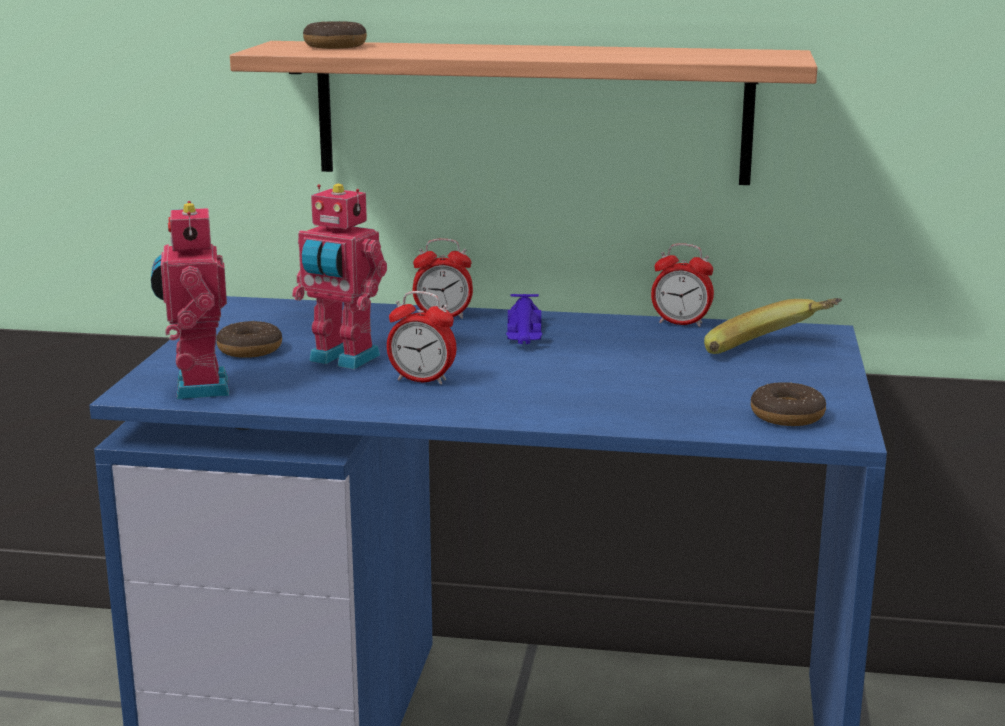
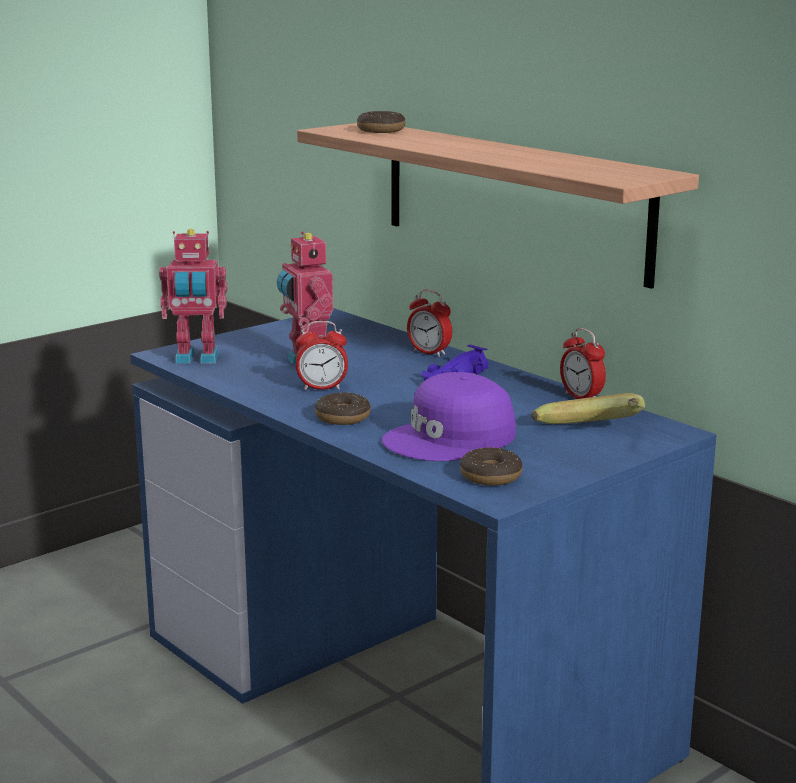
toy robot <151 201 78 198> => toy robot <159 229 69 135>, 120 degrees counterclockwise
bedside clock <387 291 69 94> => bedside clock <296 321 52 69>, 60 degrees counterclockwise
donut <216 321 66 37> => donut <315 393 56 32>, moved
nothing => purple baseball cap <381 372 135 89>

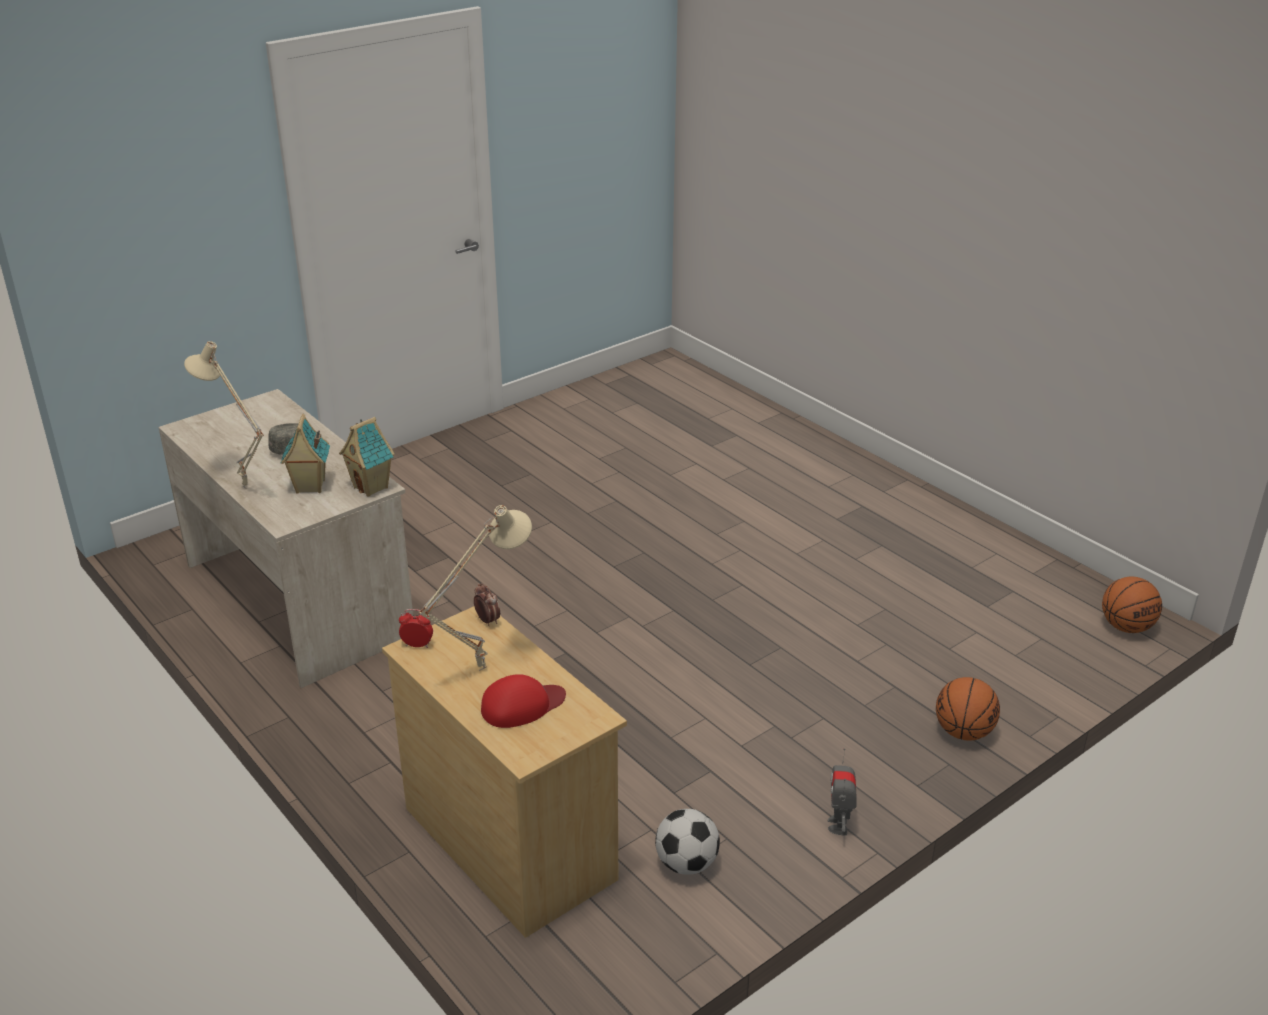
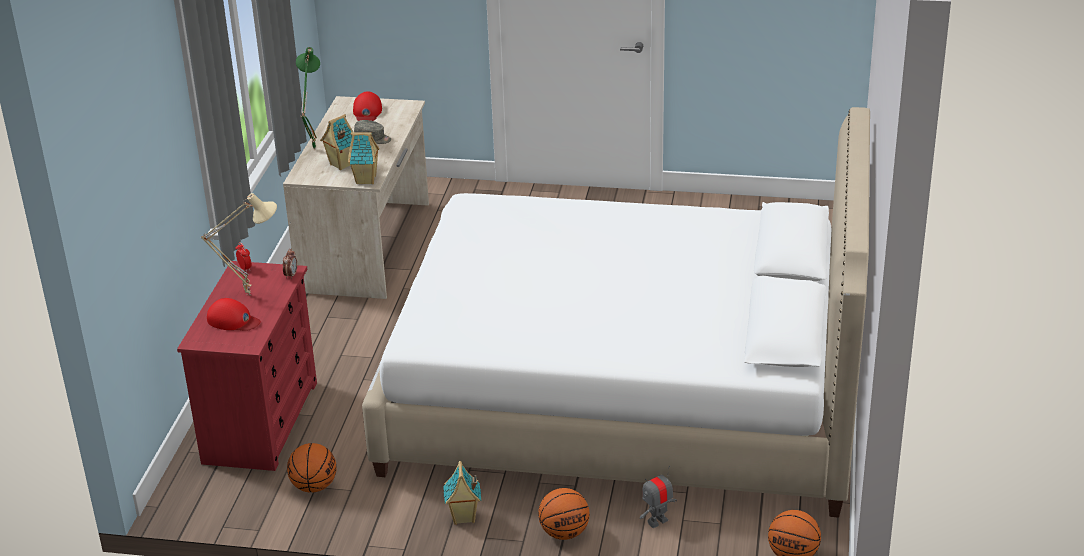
sand-coloured drawer chest <382 606 245 332> => reddish drawer chest <177 261 140 210>
football <655 809 65 66> => basketball <287 443 49 49>
sand-coloured lamp for a table <184 341 80 148> => greenish lamp for a table <296 47 24 104>
nothing => reddish baseball cap <353 92 29 29>
nothing => white-coloured bedroom bed <362 107 508 411>
nothing => model house <443 461 38 64>
toy robot <828 749 29 87> => toy robot <640 466 37 62>, moved

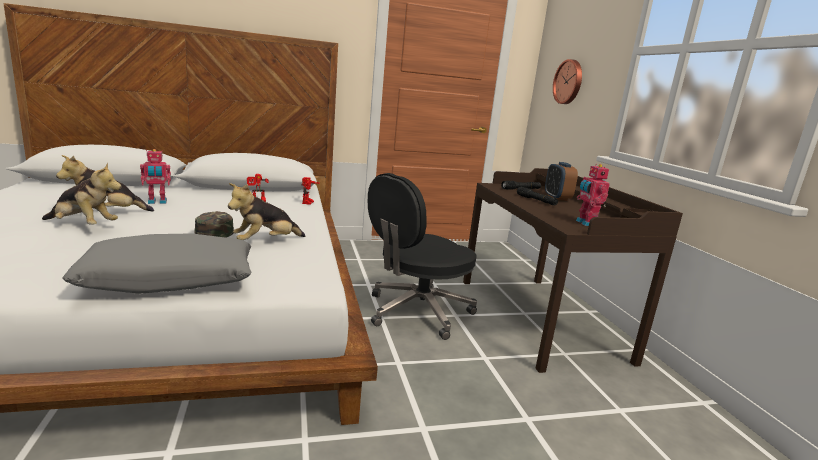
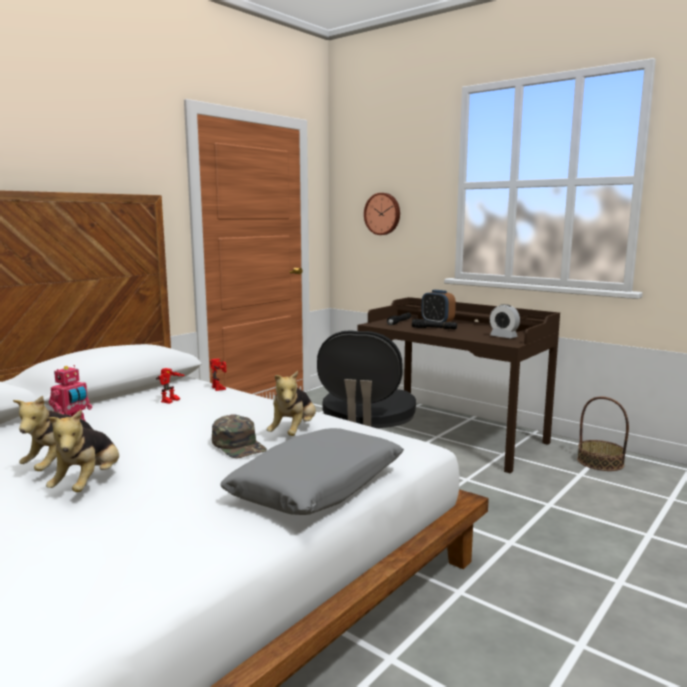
plush toy <42 163 80 62> => plush toy <46 410 73 82>, 120 degrees clockwise
toy robot <576 164 34 62> => bedside clock <490 304 30 34>
nothing => household basket <577 396 52 75>

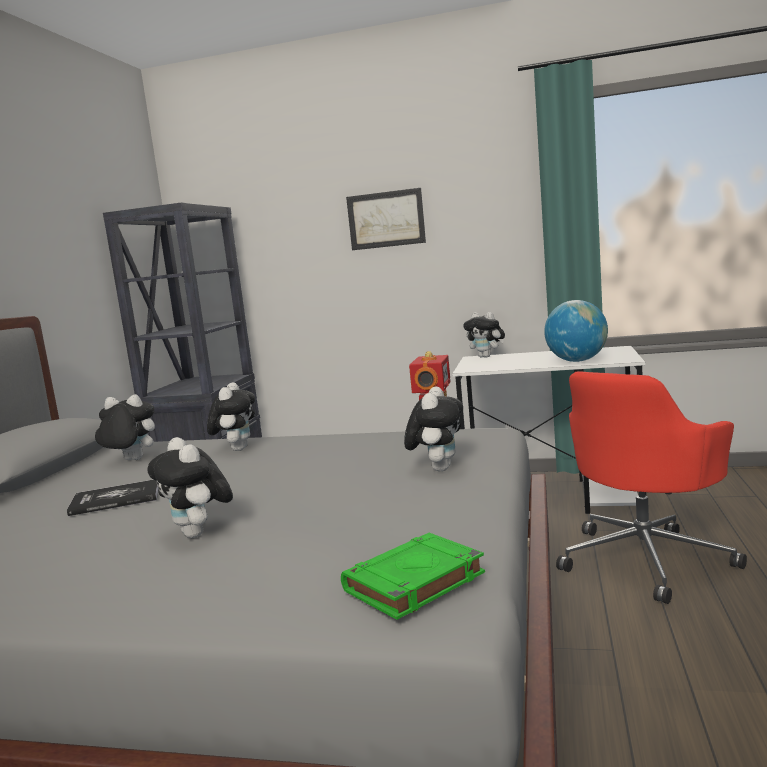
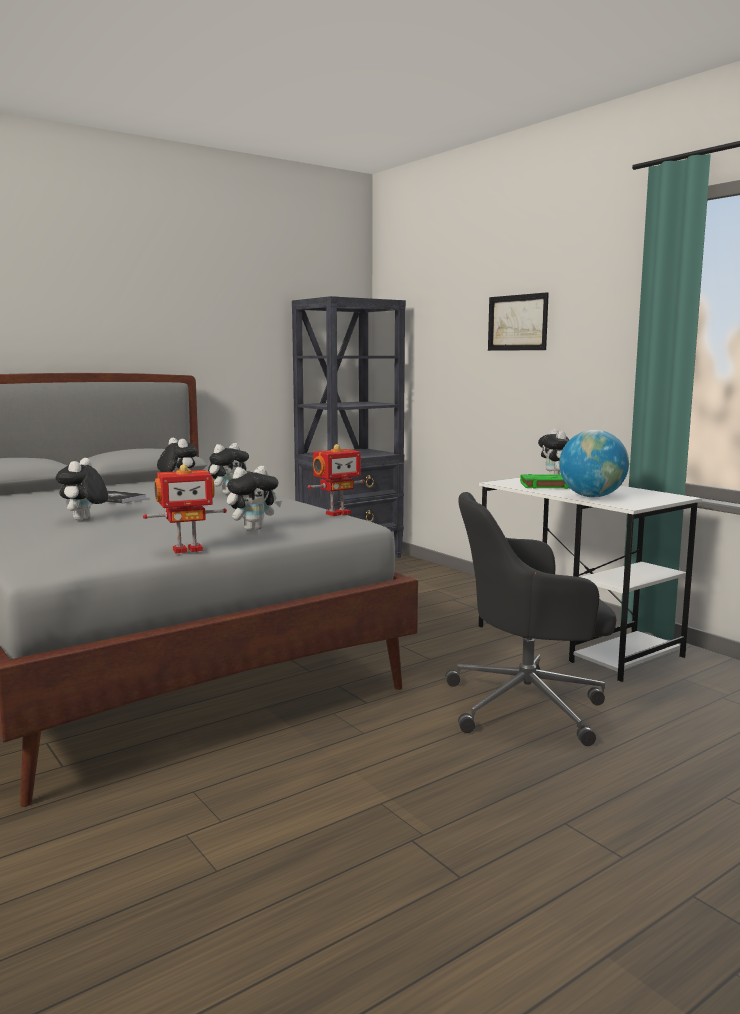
nothing => toy robot <143 464 84 89>
reddish office chair <556 371 191 233> => black-coloured office chair <446 492 171 254>
greenish book <341 533 144 87> => greenish book <520 474 49 15>, moved

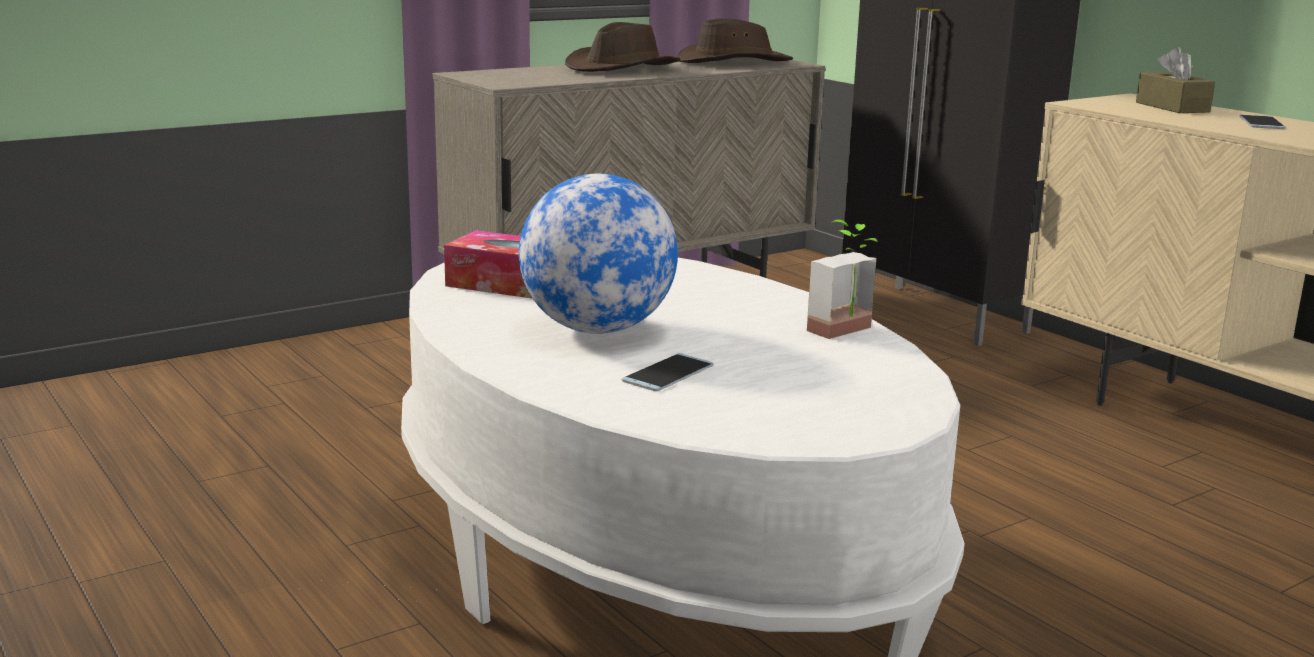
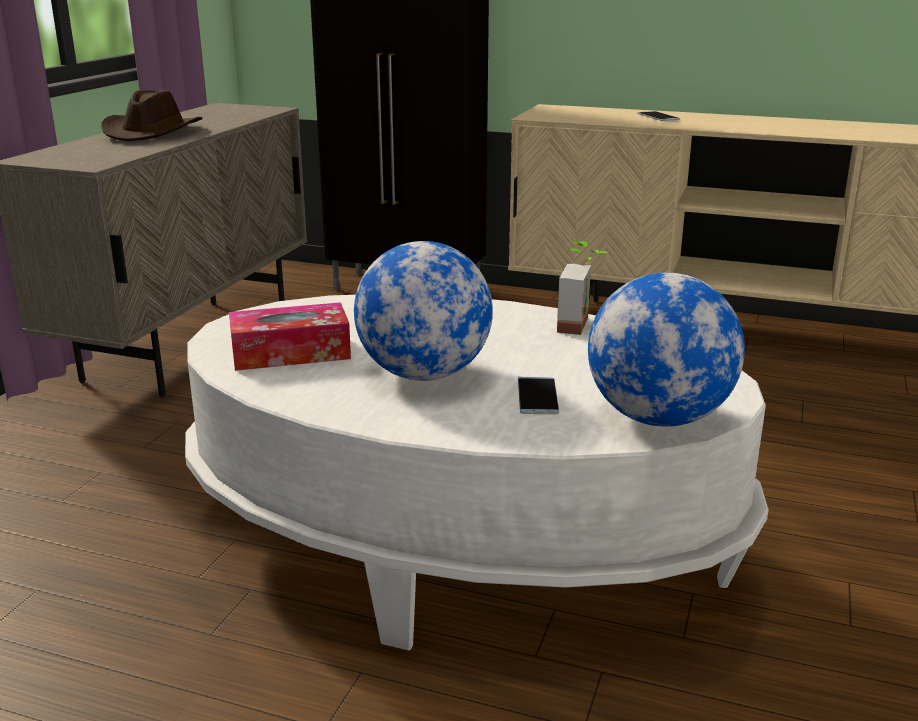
nothing => world globe <588 272 157 155>
brownish clothing hat <677 18 116 45> => nothing
brownish tissue box <1136 47 79 66> => nothing

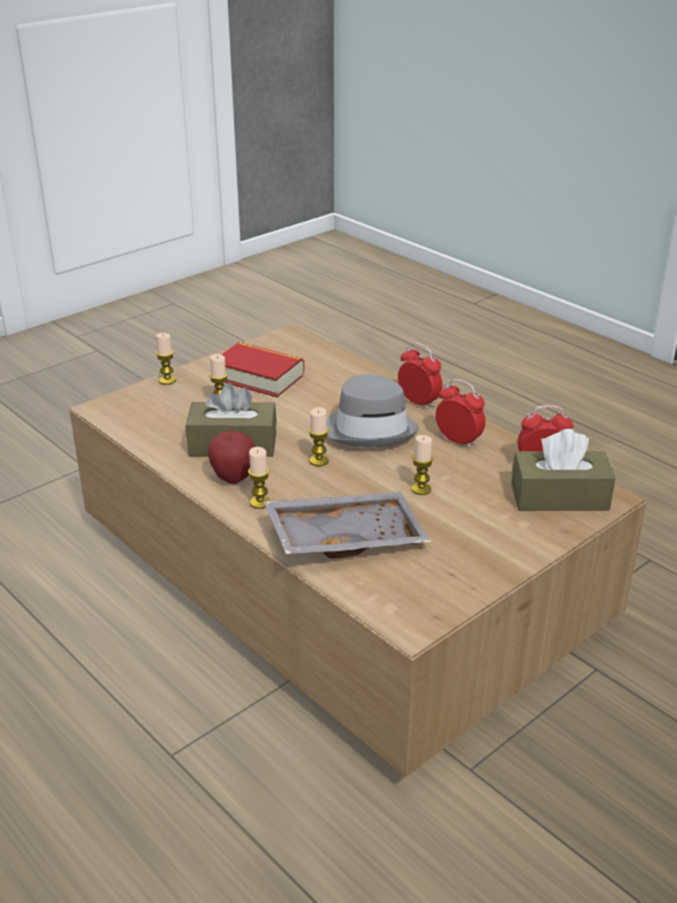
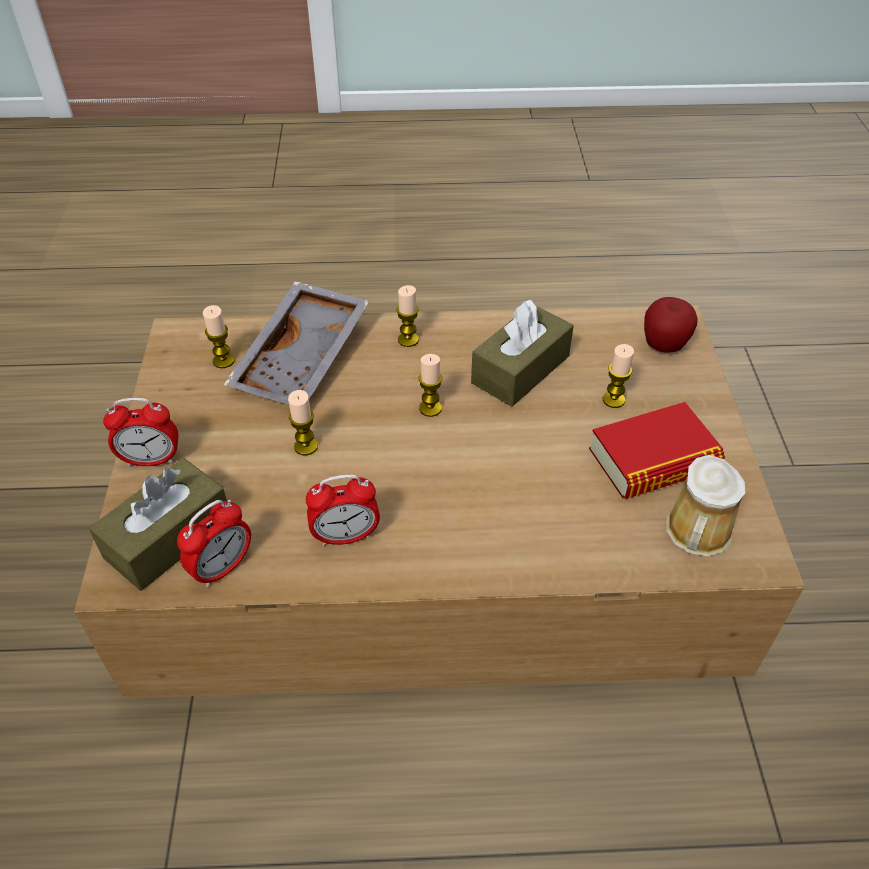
bedside clock <398 343 44 67> => bedside clock <103 398 75 69>, moved
wax light <156 333 20 52> => wax light <203 305 32 63>, moved
apple fruit <207 431 48 53> => apple fruit <644 297 54 56>, moved
nothing => coffee mug <666 455 79 101>
gray clothing hat <326 374 93 73> => nothing

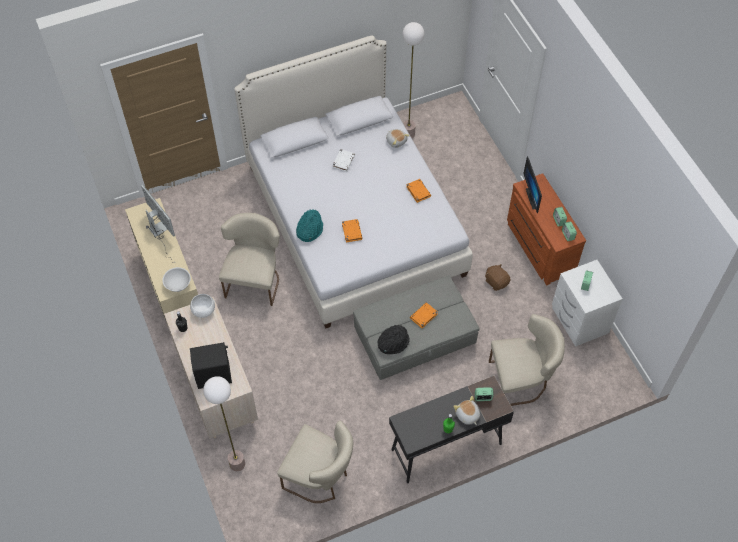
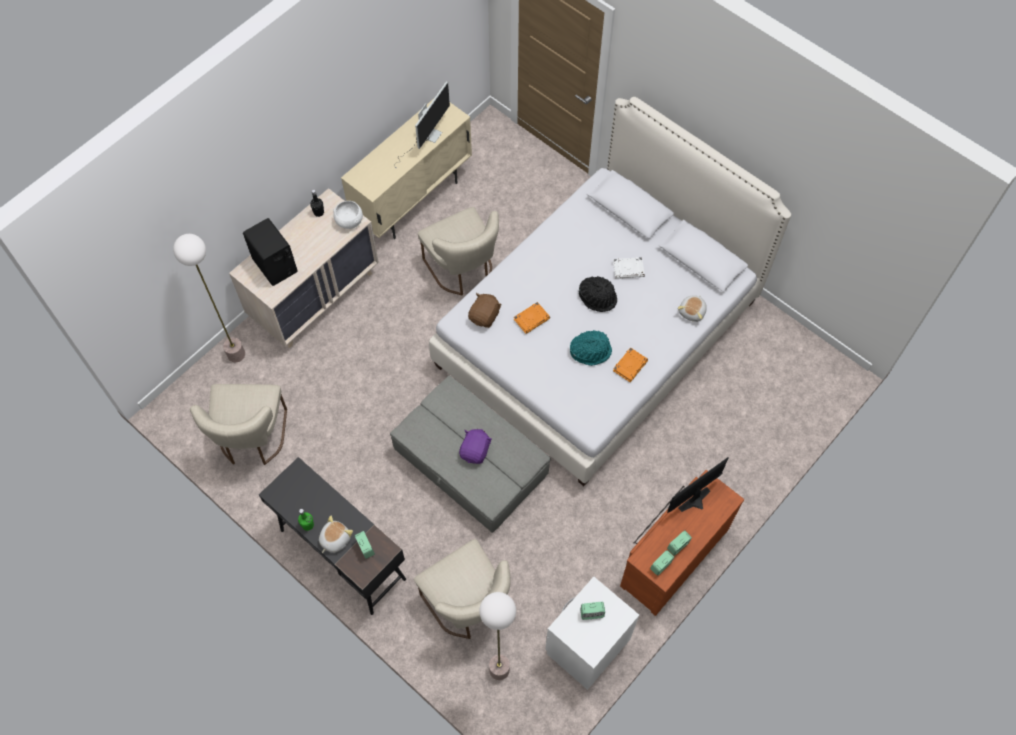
sand-coloured chair <219 213 61 93> => sand-coloured chair <418 207 81 89>, 75 degrees clockwise
orange book <410 302 28 26> => purple plush toy <459 429 33 35>
brownish plush toy <485 264 26 27> => brownish plush toy <468 293 34 35>, moved
floor lamp <402 22 22 116> => floor lamp <479 592 37 88>, moved
turquoise-coloured clothing hat <296 209 27 33> => turquoise-coloured clothing hat <570 331 42 35>, moved
black-coloured clothing hat <378 325 32 29> => black-coloured clothing hat <579 276 38 36>, moved
white-coloured bowl <162 267 29 25> => nothing

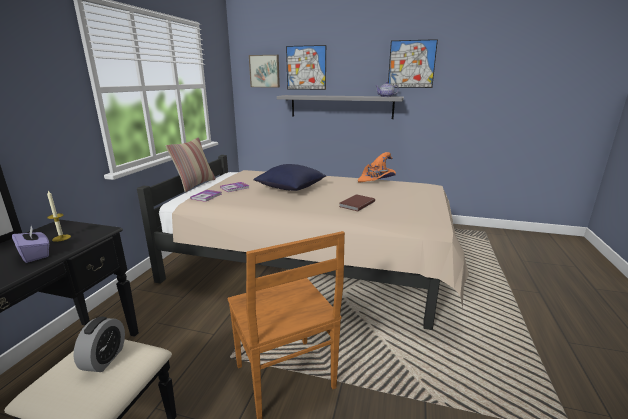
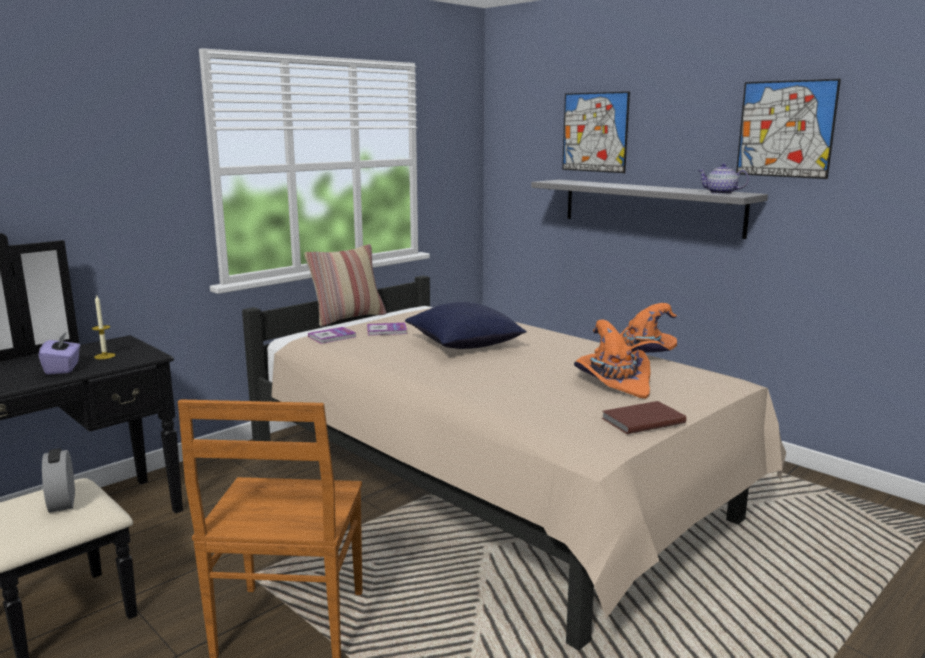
bedside clock <73 317 52 55> => bedside clock <42 448 33 65>, 120 degrees clockwise
nothing => orange clothing hat <574 320 77 79>
brownish book <339 194 36 17> => brownish book <602 401 84 33>, moved
wall picture <249 55 31 32> => nothing

